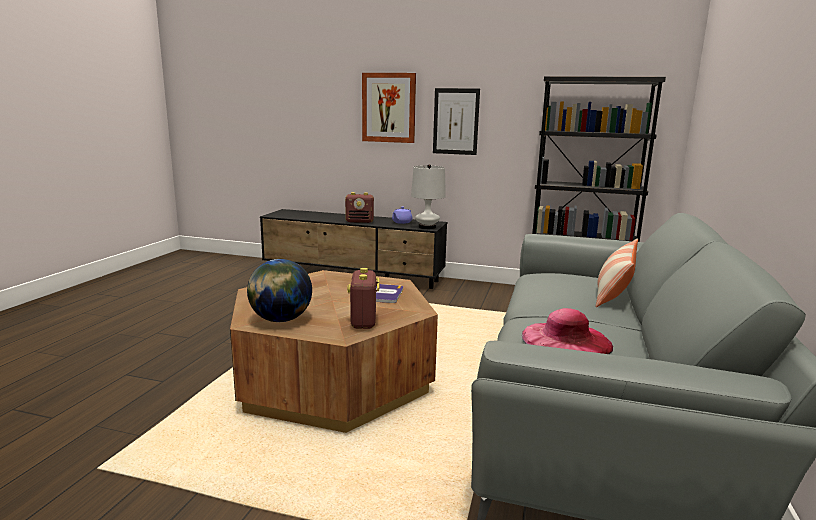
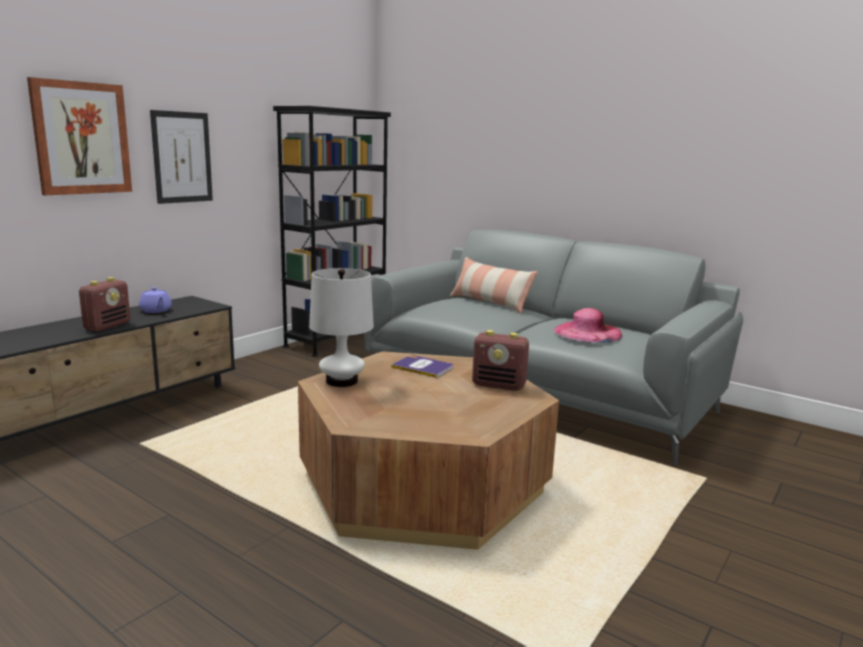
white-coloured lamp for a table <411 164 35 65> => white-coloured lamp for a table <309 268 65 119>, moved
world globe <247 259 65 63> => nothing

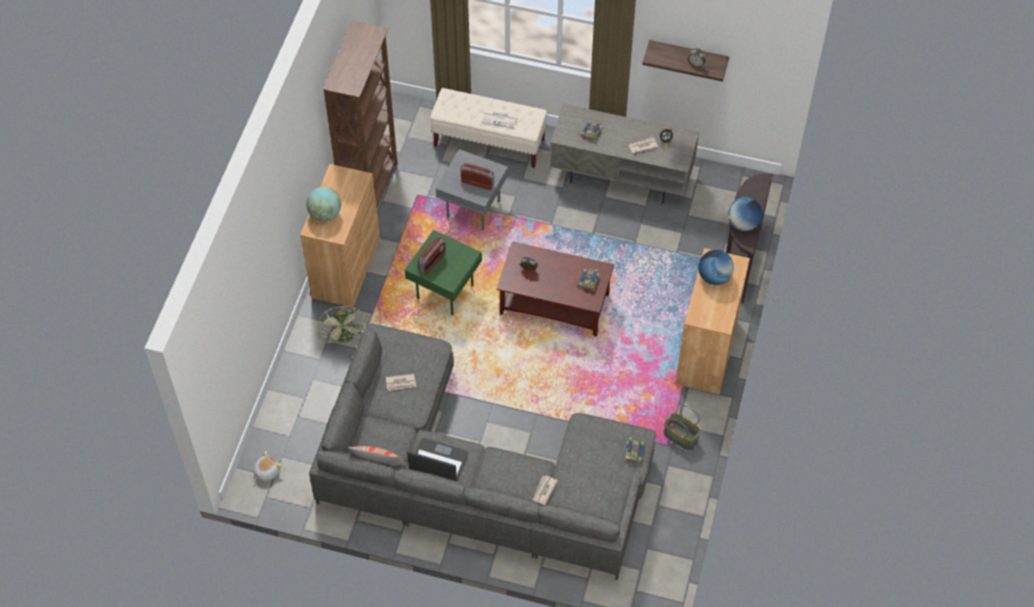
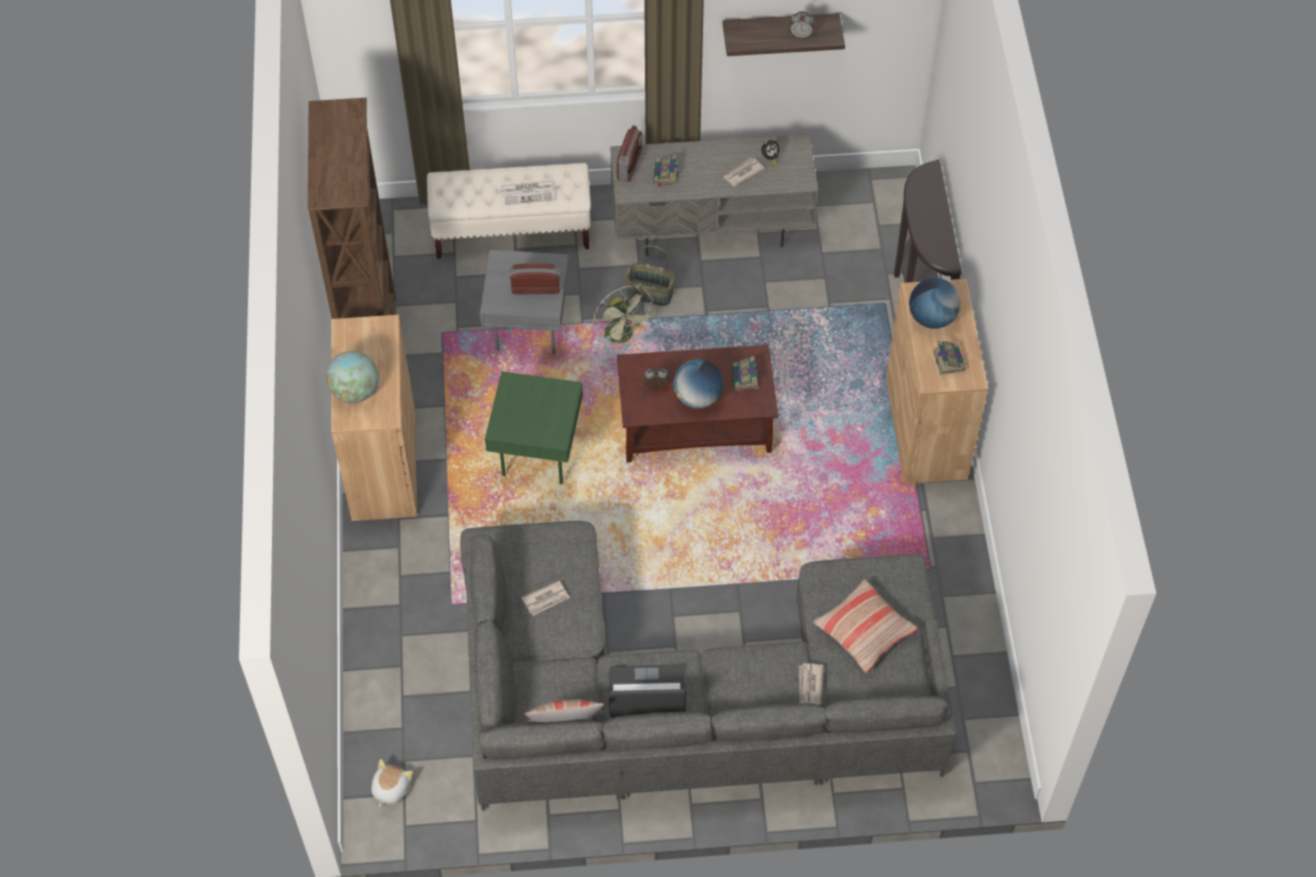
greenish fan <319 306 46 38> => greenish fan <593 285 62 65>, moved
radio <418 237 28 38> => radio <617 126 25 56>, moved
household basket <664 405 37 45> => household basket <625 245 50 61>, moved
world globe <728 197 35 34> => world globe <673 359 50 50>, moved
nothing => cushion <813 580 105 93>
book <624 436 21 27> => book <933 340 33 35>, moved

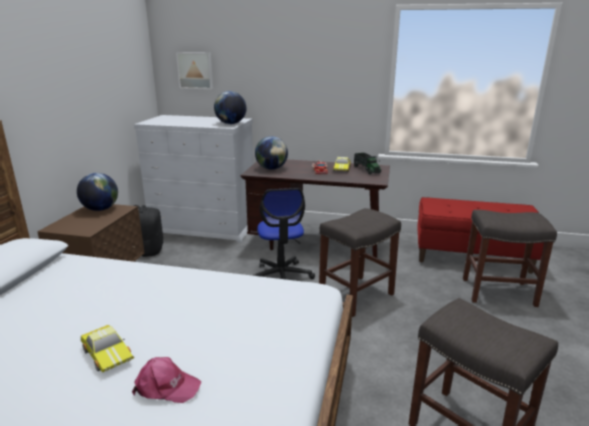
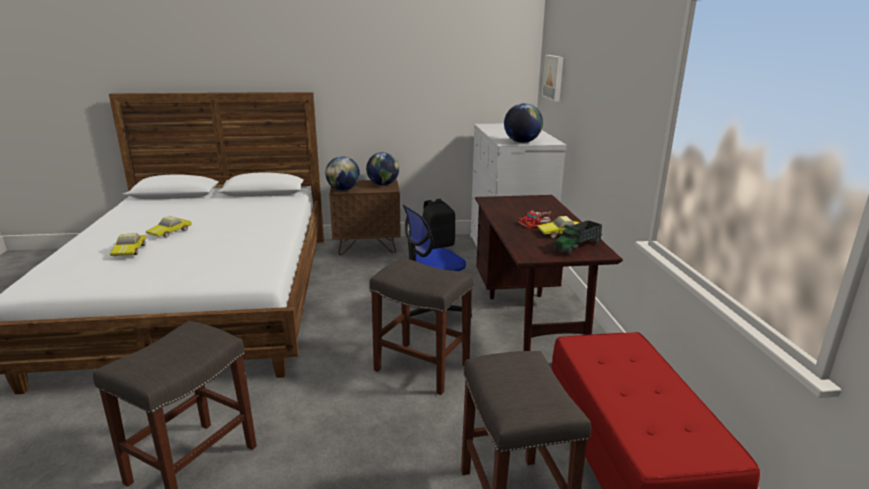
pink baseball cap <132 357 69 46> => model car <110 233 36 23>
world globe <255 136 33 34> => world globe <325 156 35 35>, moved

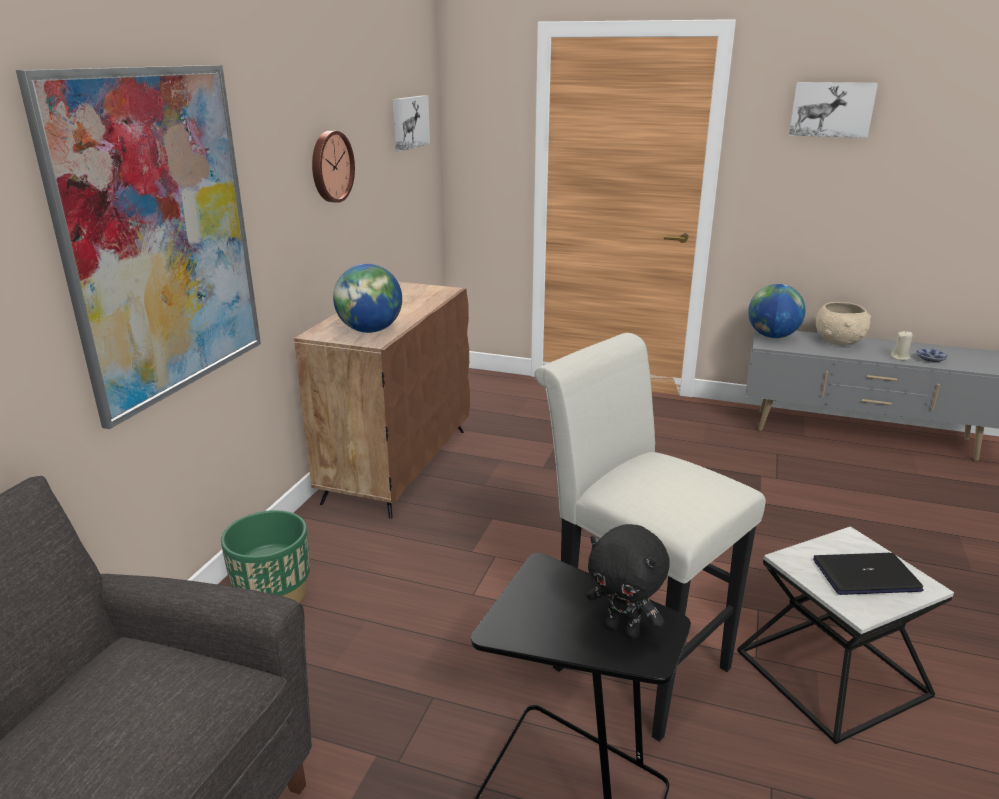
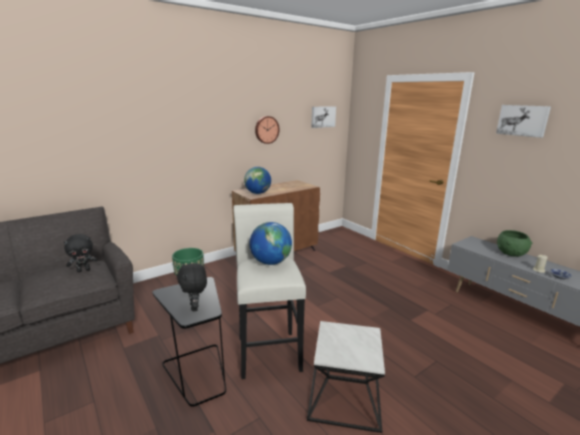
nothing => black-coloured plush toy <64 234 33 38>
world globe <748 284 57 54> => world globe <249 222 43 43>, moved
sand-coloured bowl <816 302 55 43> => greenish bowl <497 230 35 27>
wall picture <16 65 245 364> => nothing
laptop <813 553 111 42> => nothing

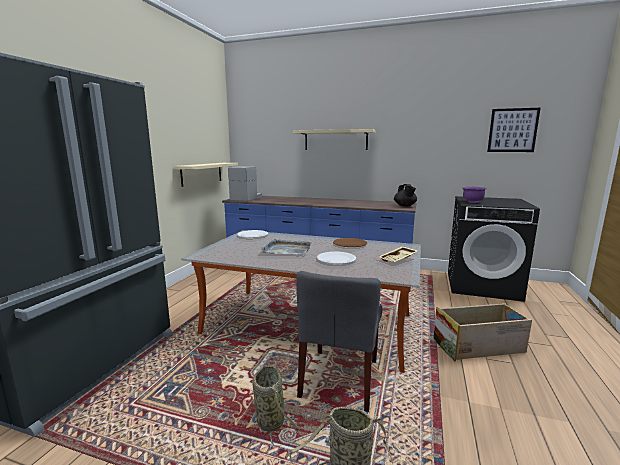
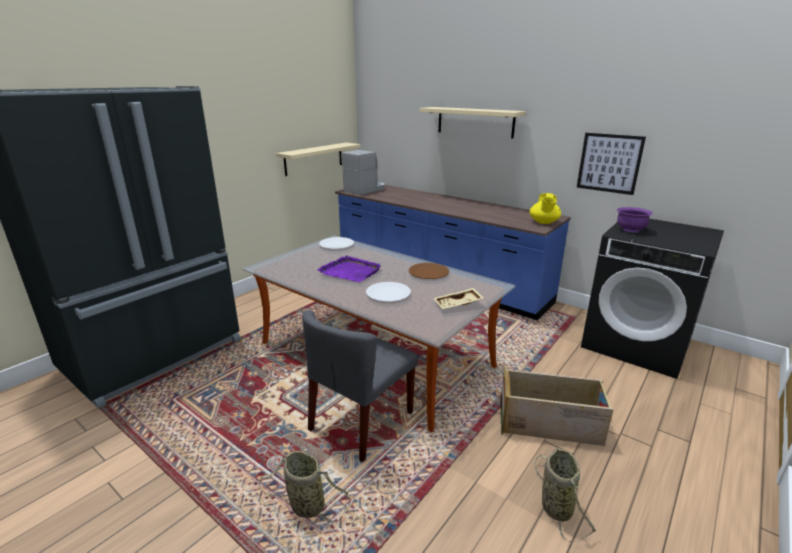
gray tray <260 239 51 16> => purple tray <317 255 64 27>
black-coloured teapot <394 184 23 23> => yellowish teapot <529 193 32 31>
household basket <252 365 49 82> => household basket <534 448 63 94>, moved
wall picture <487 108 53 44> => wall picture <577 133 69 62>, moved

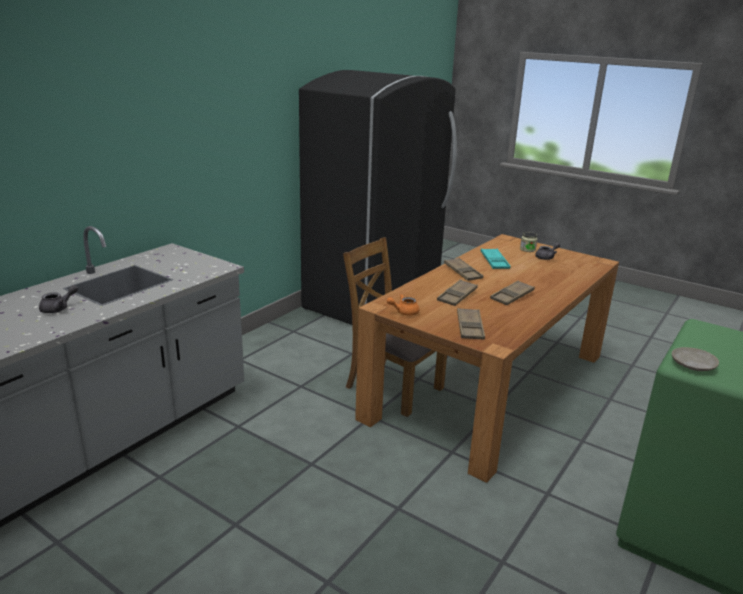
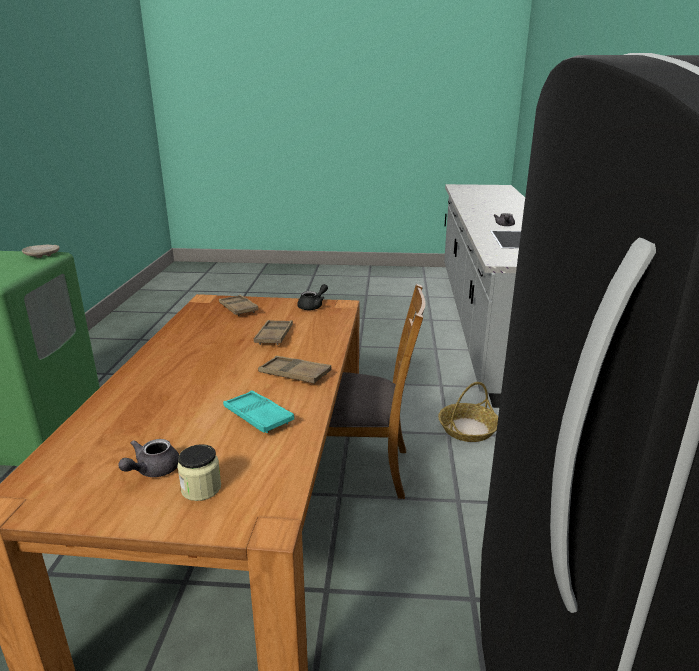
orange teapot <387 294 32 22> => black-coloured teapot <297 284 31 26>
nothing => household basket <438 382 60 60>
brownish tray <490 280 45 25> => nothing

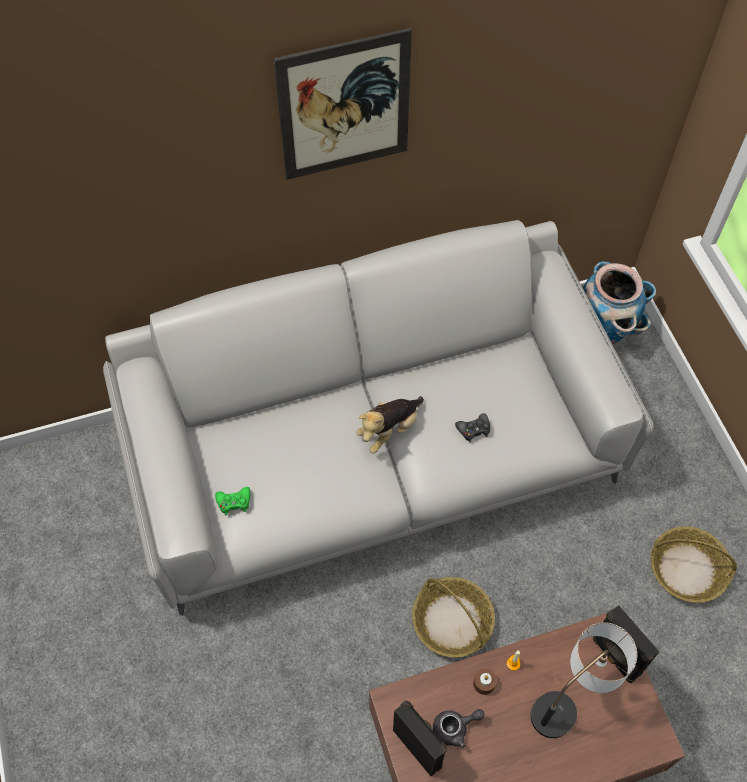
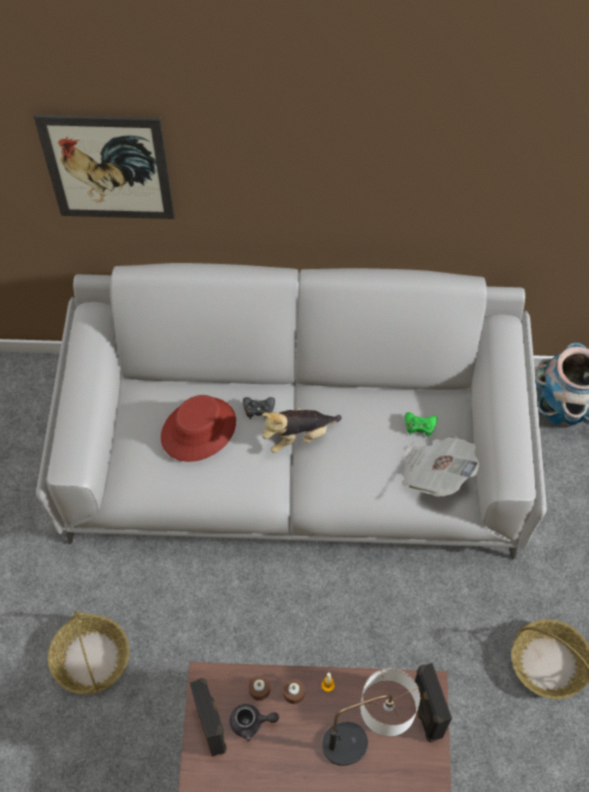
wall picture <273 28 139 152> => wall picture <34 114 141 105>, moved
household basket <412 577 83 81> => household basket <48 611 81 83>, moved
nothing => reddish clothing hat <161 395 75 67>
black-coloured gamepad <455 413 35 29> => black-coloured gamepad <243 397 32 22>, moved
nothing => brownish wax light <249 676 21 25>
nothing => printed paper <402 436 77 61>
greenish gamepad <215 487 35 28> => greenish gamepad <405 412 32 25>, moved

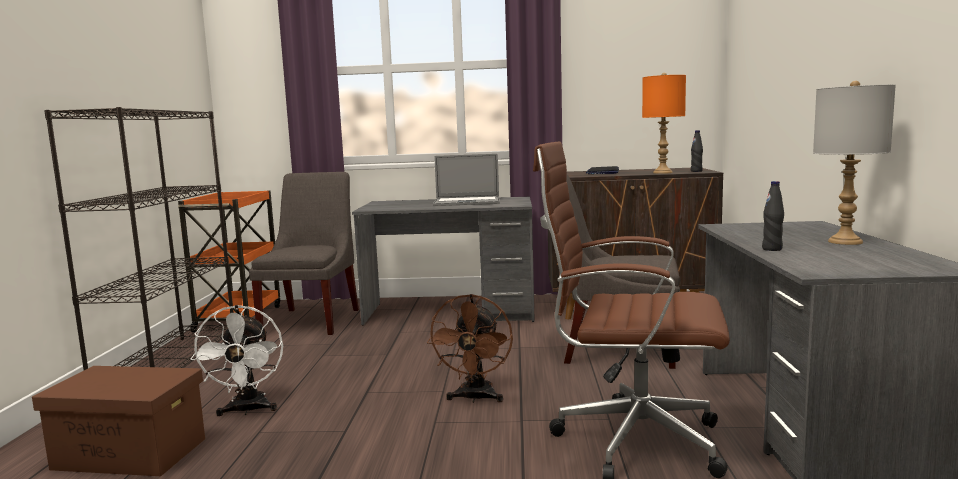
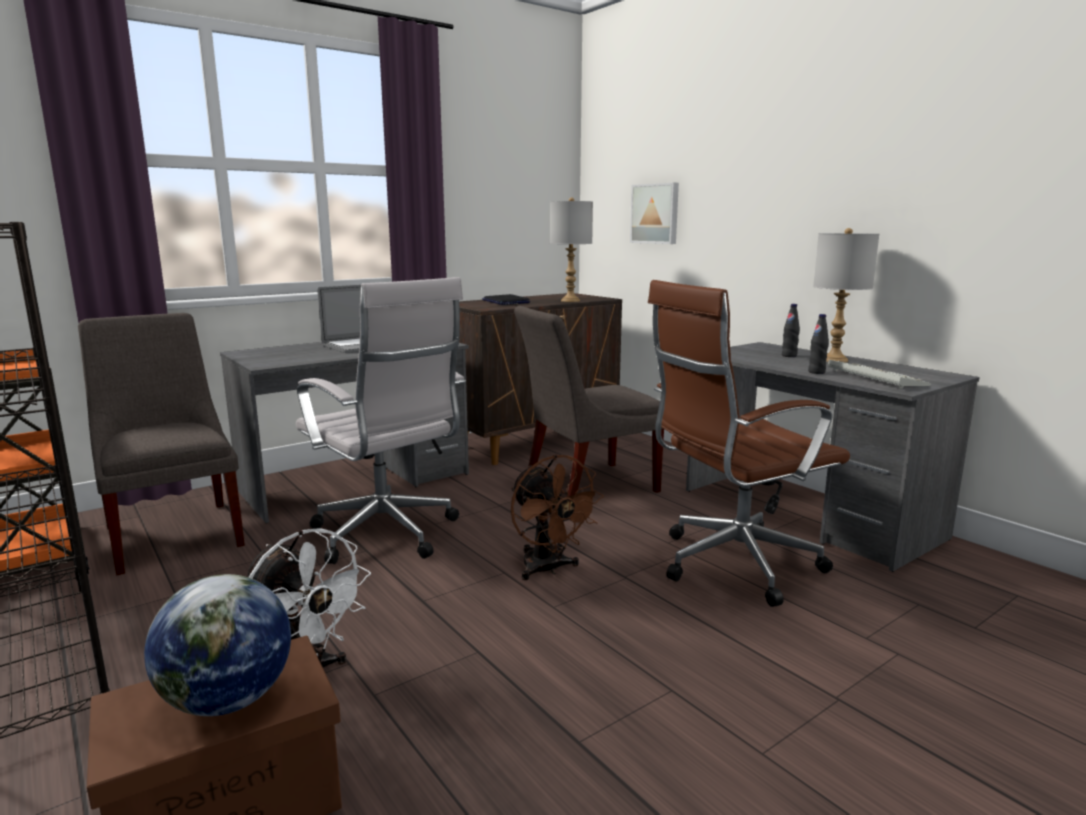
nothing => world globe <144 574 147 142>
nothing => white-coloured office chair <296 277 170 287>
orange lamp for a table <642 73 44 101> => gray lamp for a table <550 198 43 104>
nothing => wall picture <630 182 49 62>
black-coloured drink bottle <691 130 12 42> => black-coloured drink bottle <782 304 18 53>, moved
nothing => PC keyboard <828 360 103 29>

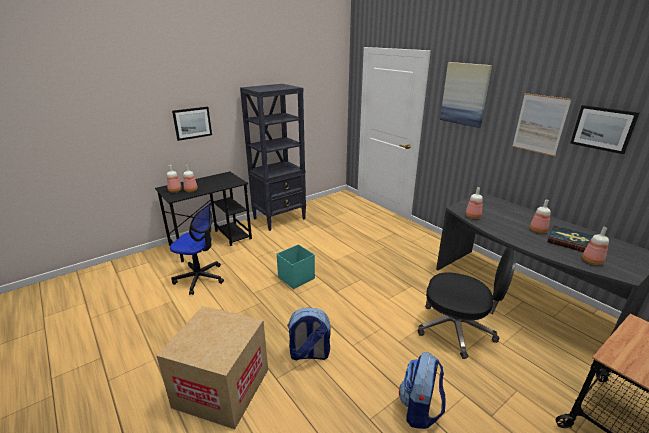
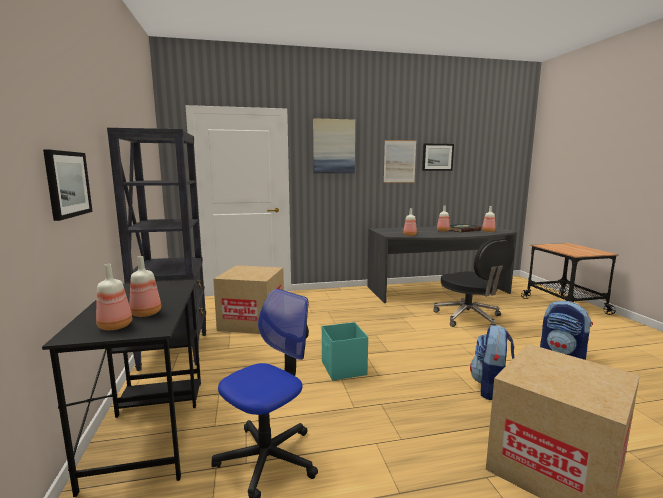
nothing => cardboard box <213 265 71 69>
black-coloured office chair <417 247 99 112> => black-coloured office chair <433 238 81 89>, 105 degrees clockwise

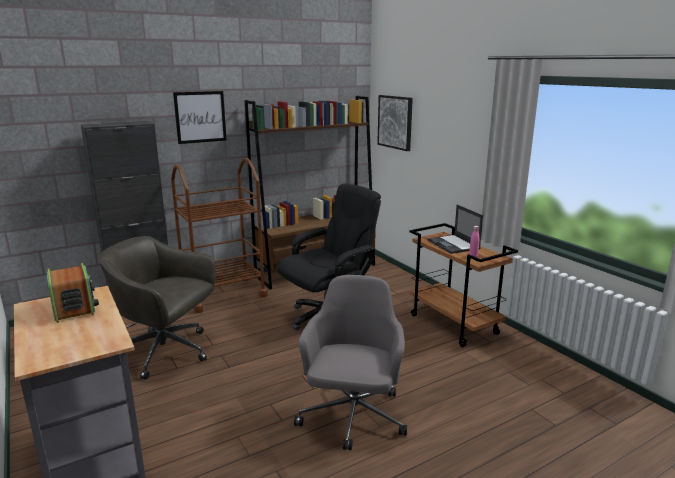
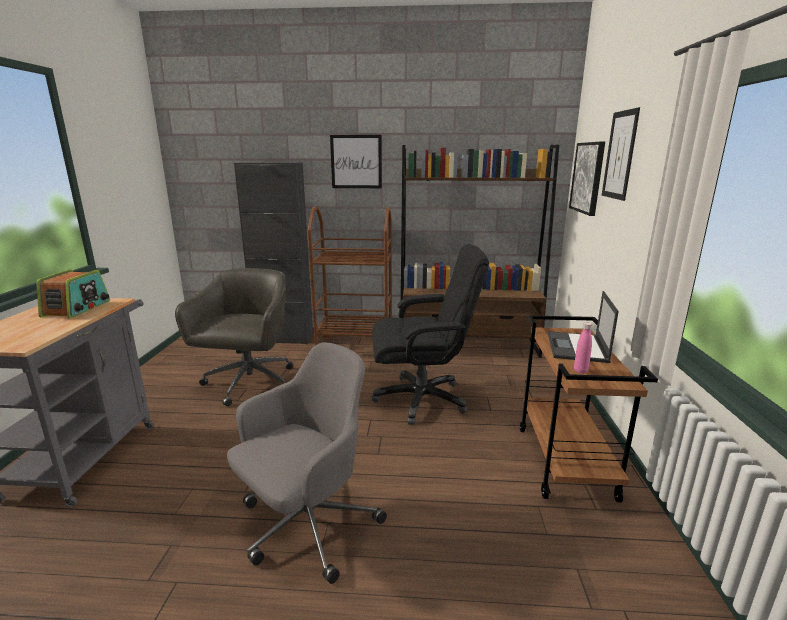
gray office chair <99 236 117 144> => gray office chair <175 268 118 138>, 45 degrees clockwise
nothing => wall picture <602 107 38 94>

